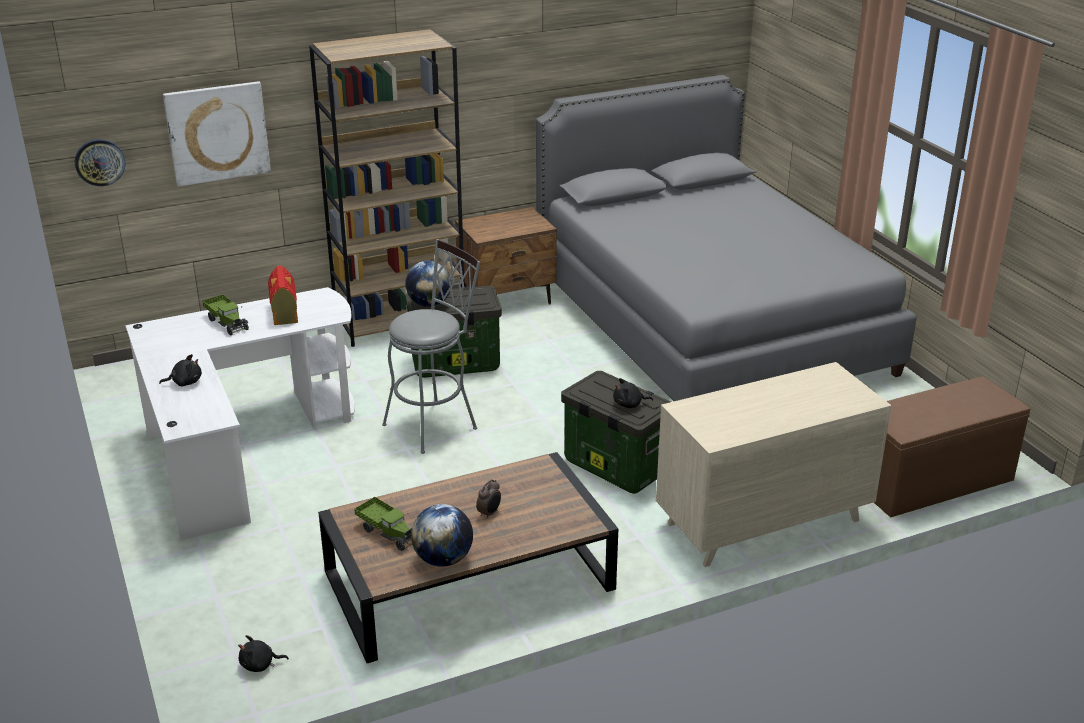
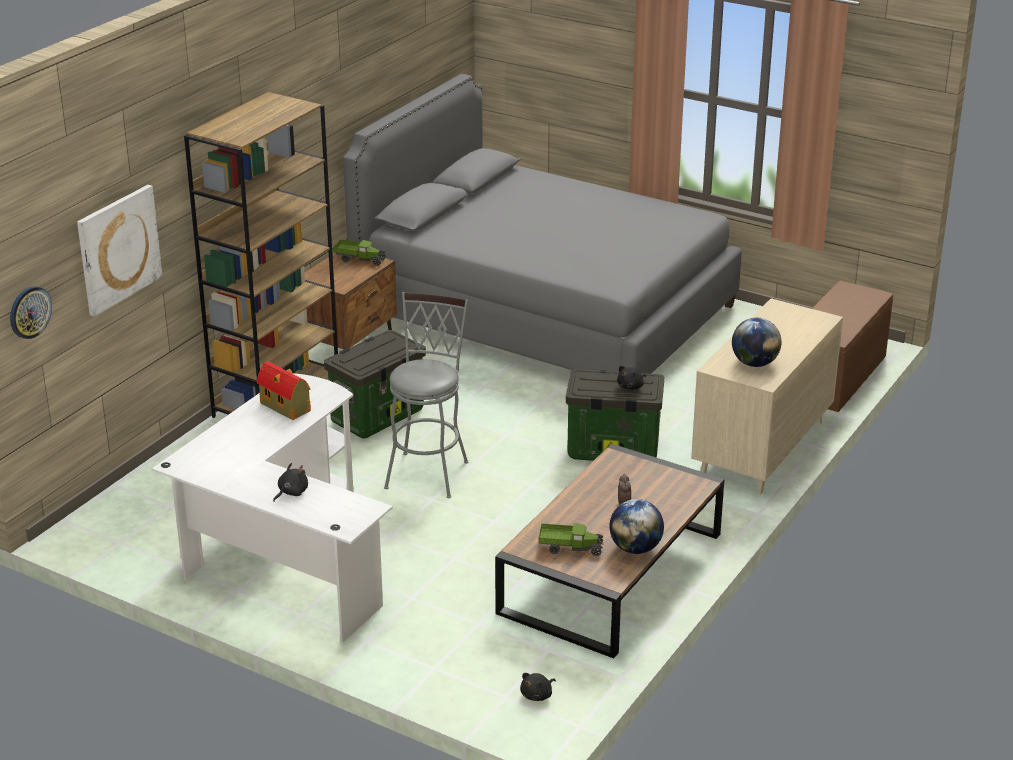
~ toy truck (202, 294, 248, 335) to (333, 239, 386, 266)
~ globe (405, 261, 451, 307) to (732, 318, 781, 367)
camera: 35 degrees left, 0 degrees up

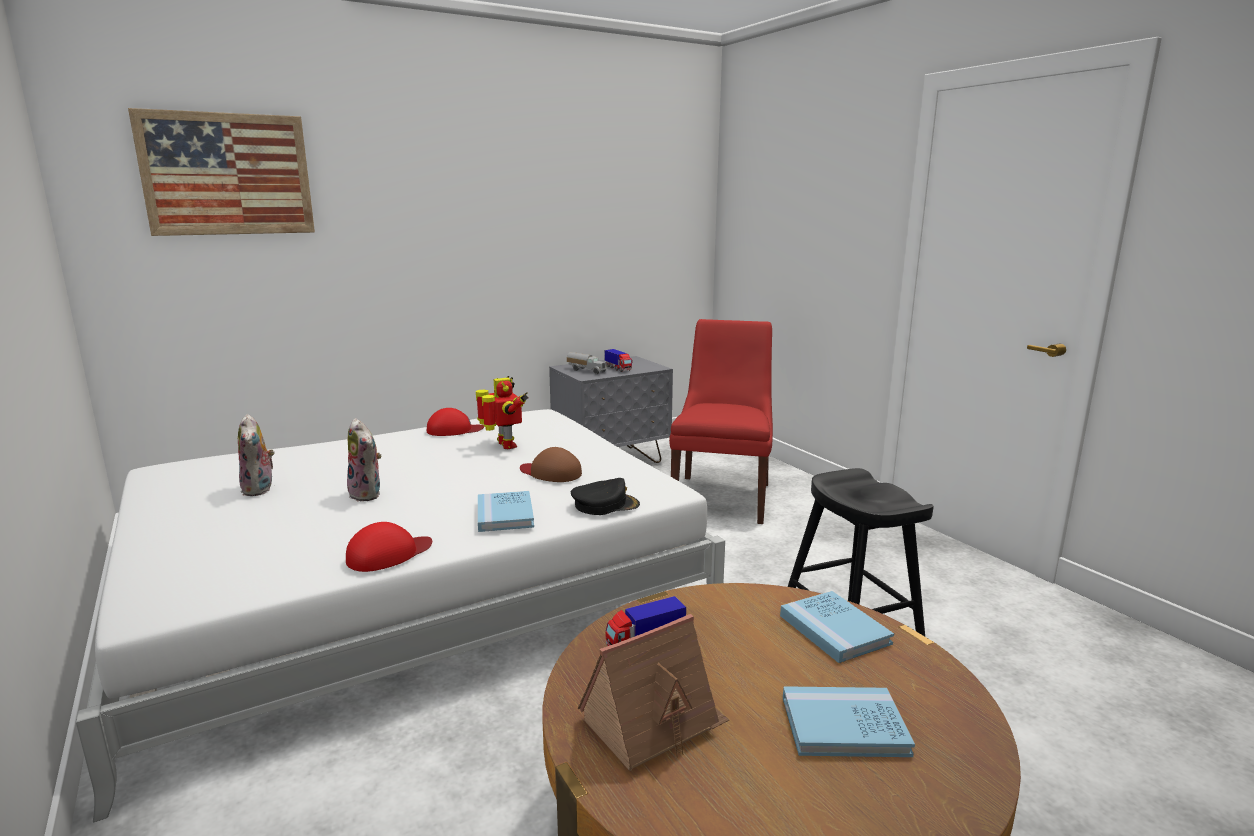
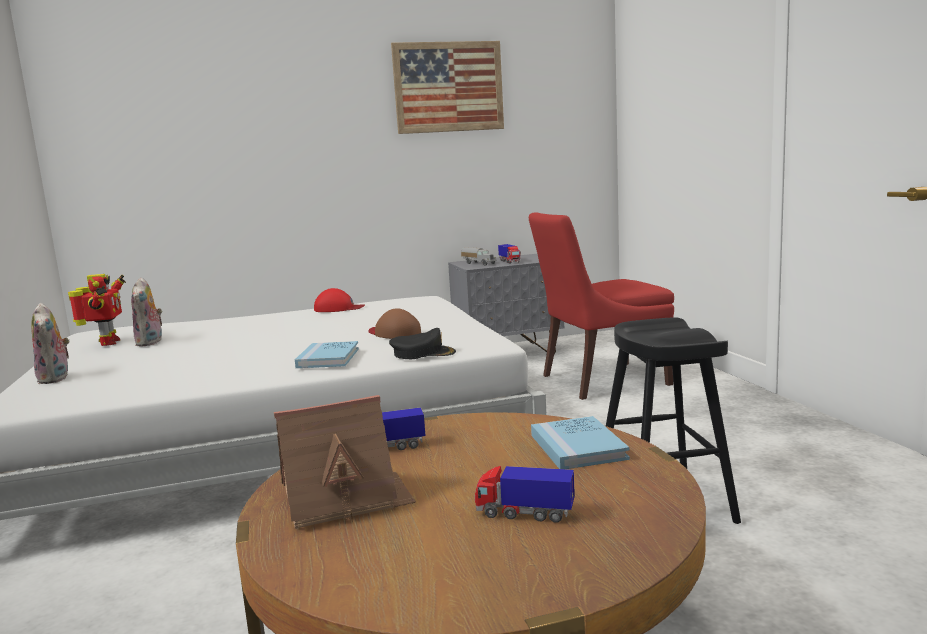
- cap in red (346, 522, 432, 572)
~ picture (128, 108, 315, 236) to (391, 41, 504, 134)
~ plush toy (346, 418, 381, 502) to (31, 303, 70, 384)
~ toy robot (476, 376, 528, 449) to (68, 274, 126, 346)
~ book in blue (783, 686, 915, 757) to toy truck (475, 466, 575, 523)
~ chair in red (669, 319, 773, 524) = (529, 212, 674, 400) 135 degrees counterclockwise
camera: 15 degrees right, 5 degrees down

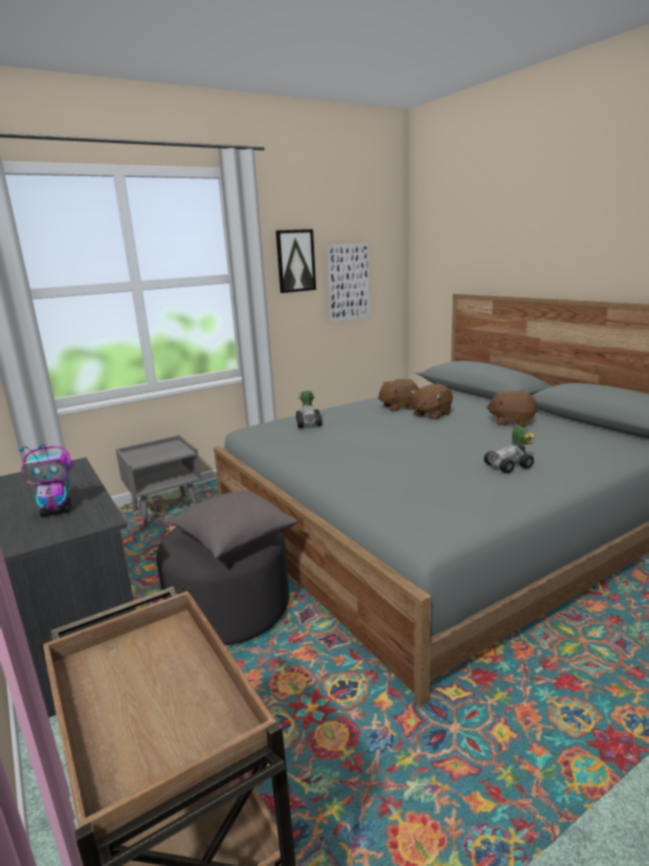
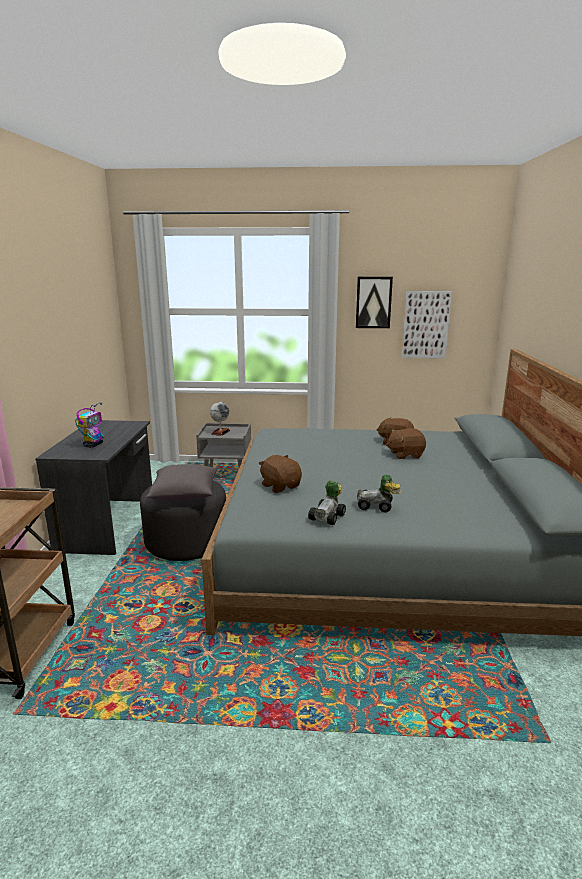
+ globe (210, 401, 230, 436)
~ toy car (296, 391, 322, 428) to (308, 481, 346, 525)
~ plush toy in brown (486, 391, 538, 427) to (259, 455, 302, 493)
~ toy robot (19, 445, 73, 517) = (75, 403, 104, 448) 90 degrees counterclockwise
camera: 35 degrees right, 0 degrees up

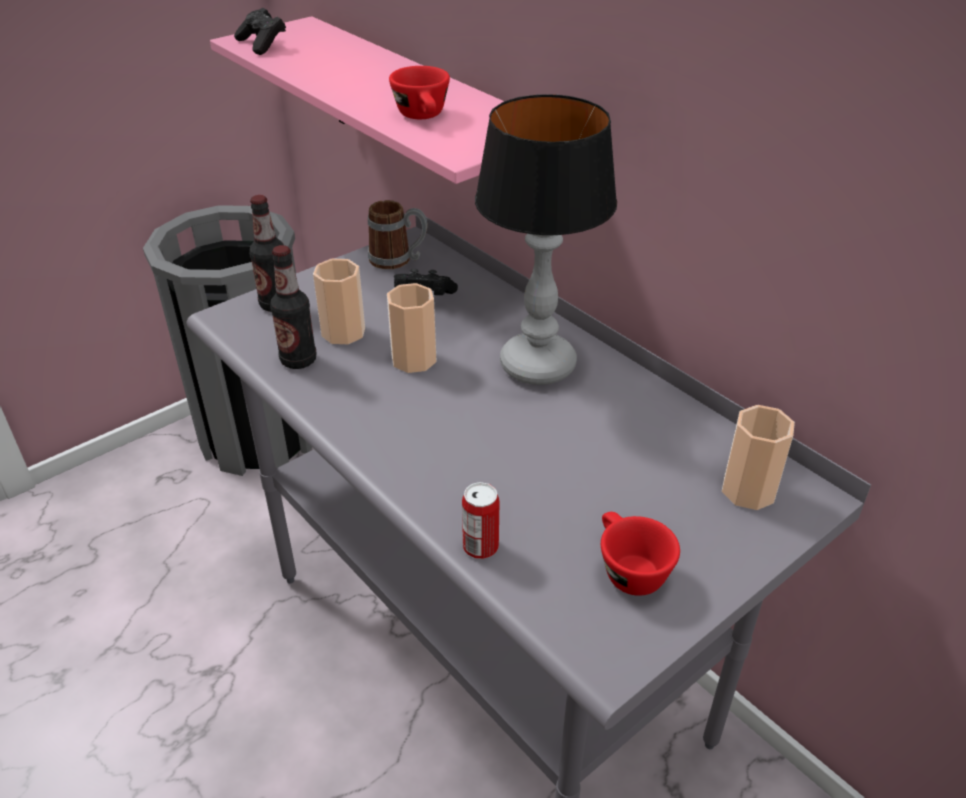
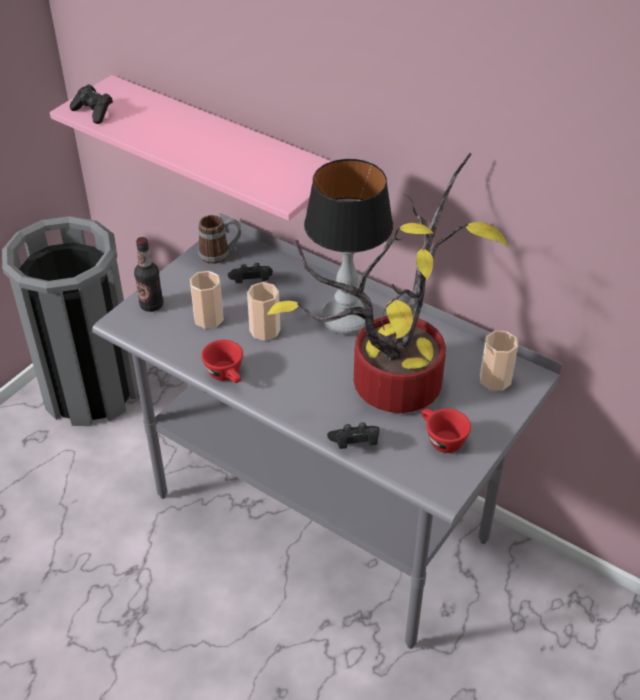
- bottle (270, 245, 316, 369)
+ potted plant (267, 153, 508, 413)
~ cup in red (389, 66, 450, 119) to (201, 340, 243, 383)
~ can (462, 482, 500, 559) to game controller in black (327, 422, 379, 449)
camera: 15 degrees left, 5 degrees up

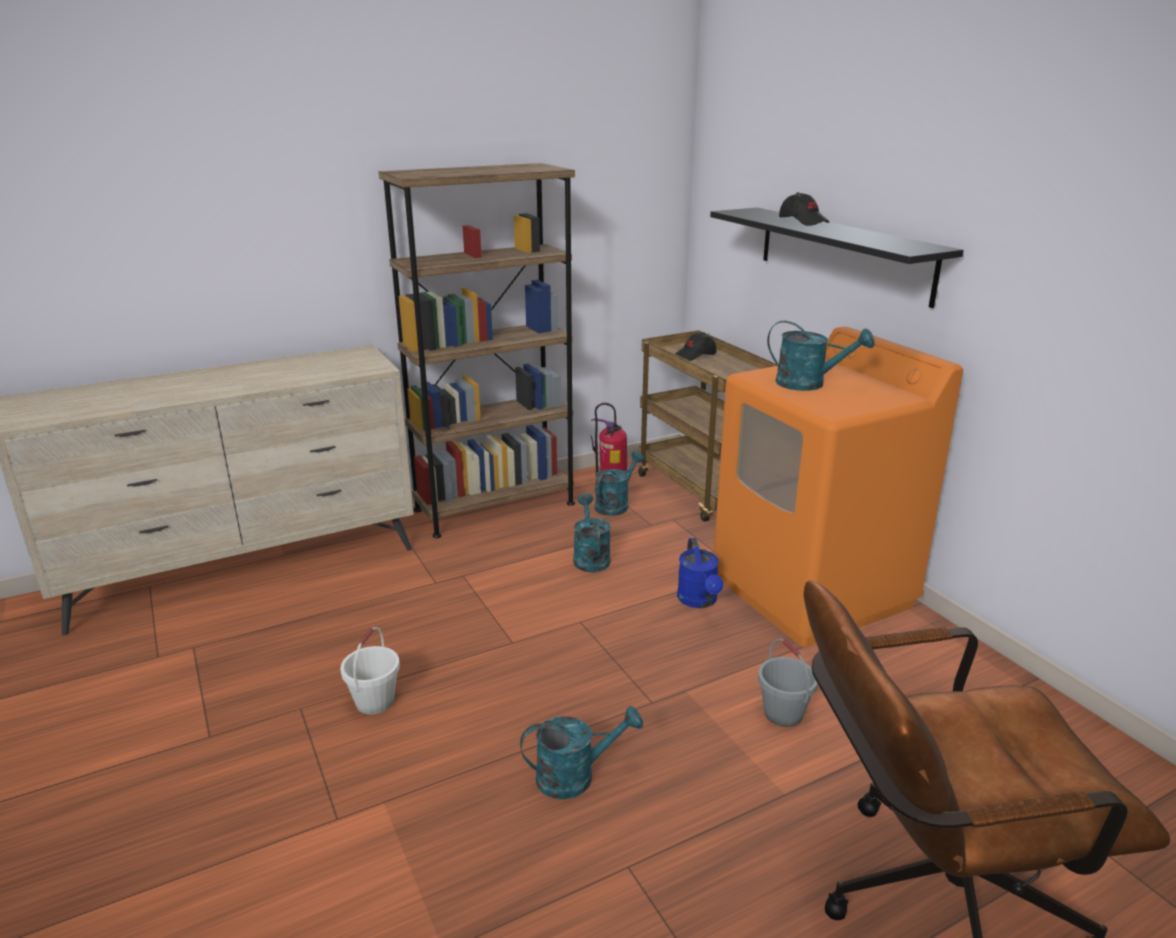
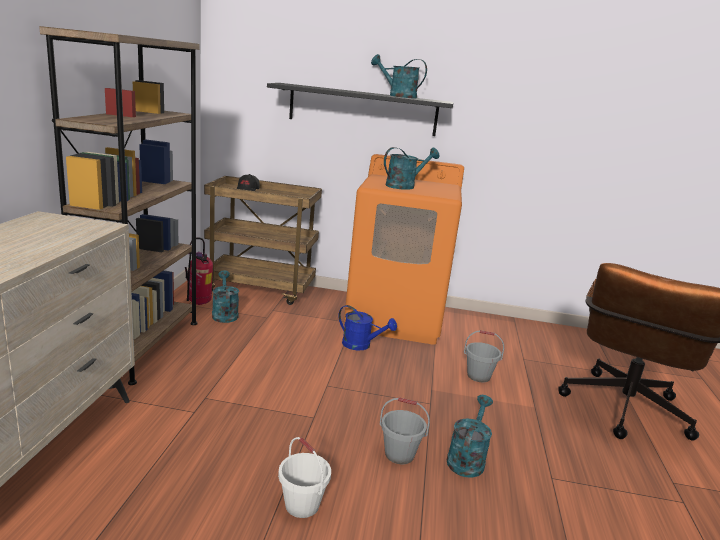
- cap in black (779, 192, 829, 226)
+ bucket in grey (380, 397, 430, 464)
~ watering can in turquoise (573, 494, 611, 572) to (371, 54, 427, 99)
camera: 55 degrees left, 5 degrees down

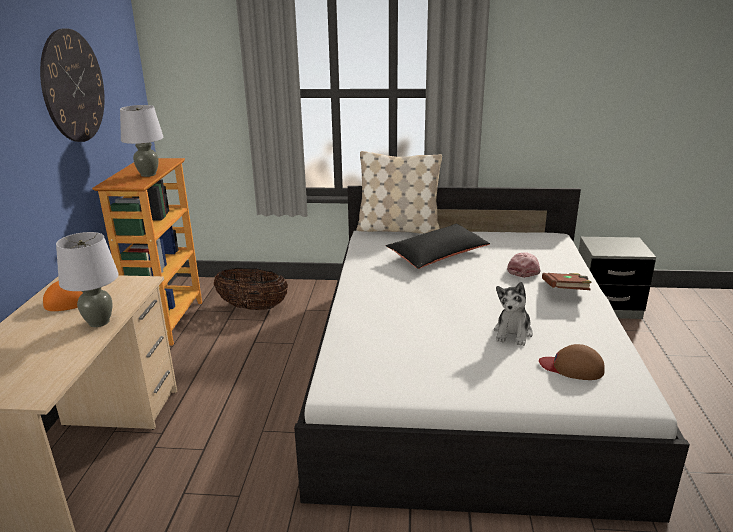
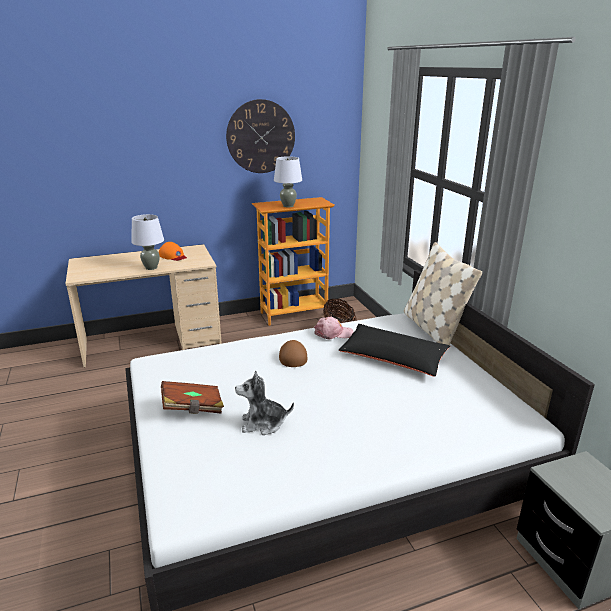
~ cap in pink (507, 252, 541, 278) to (314, 317, 354, 340)
~ cap in brown (539, 344, 605, 380) to (279, 340, 308, 367)
~ book in brown (542, 273, 592, 290) to (161, 381, 224, 414)
camera: 65 degrees right, 0 degrees up

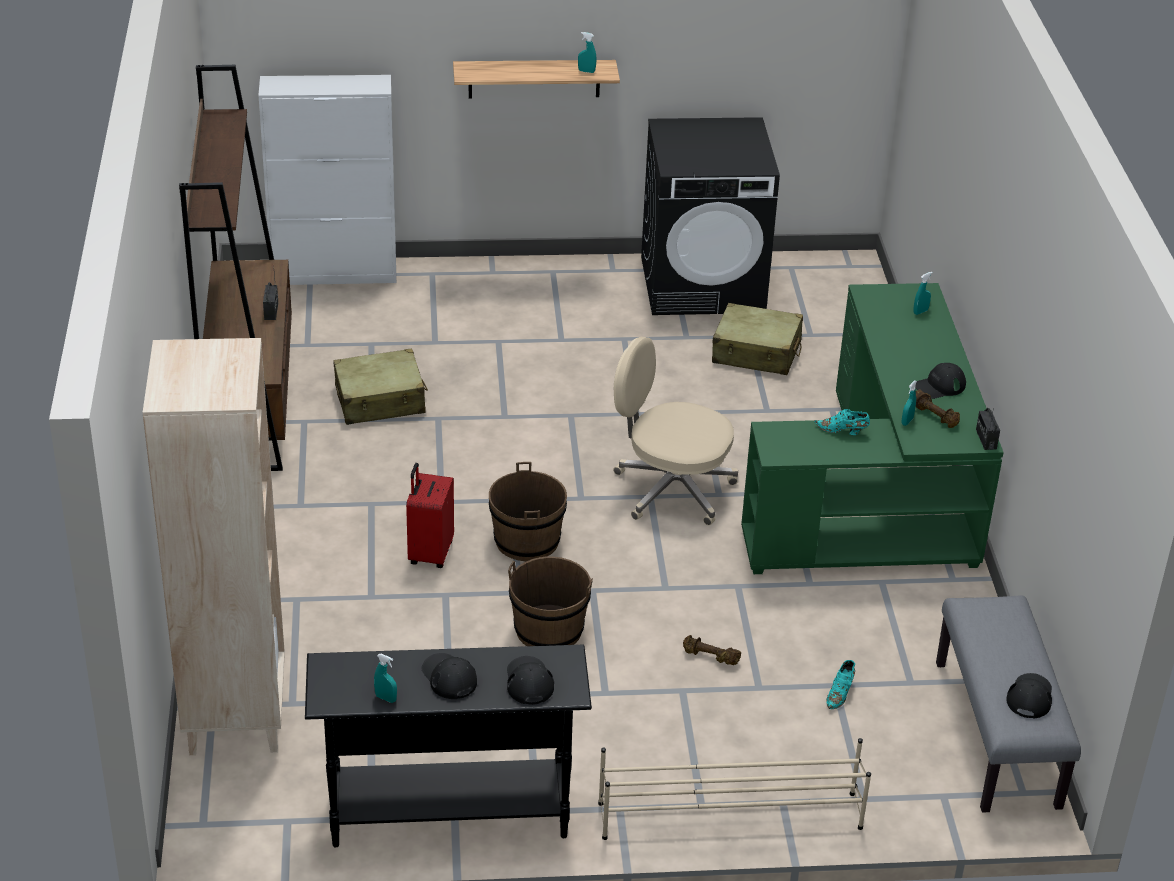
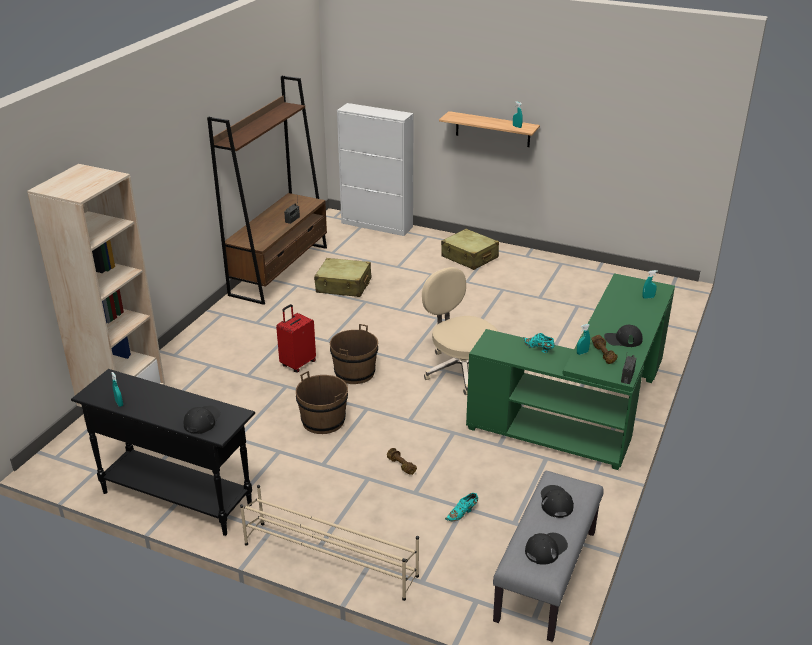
- washing machine in black (641, 117, 780, 315)
~ cap in black (422, 653, 477, 699) to (541, 485, 574, 518)
~ suitcase in beige (712, 303, 803, 375) to (441, 229, 499, 270)
camera: 30 degrees right, 5 degrees down

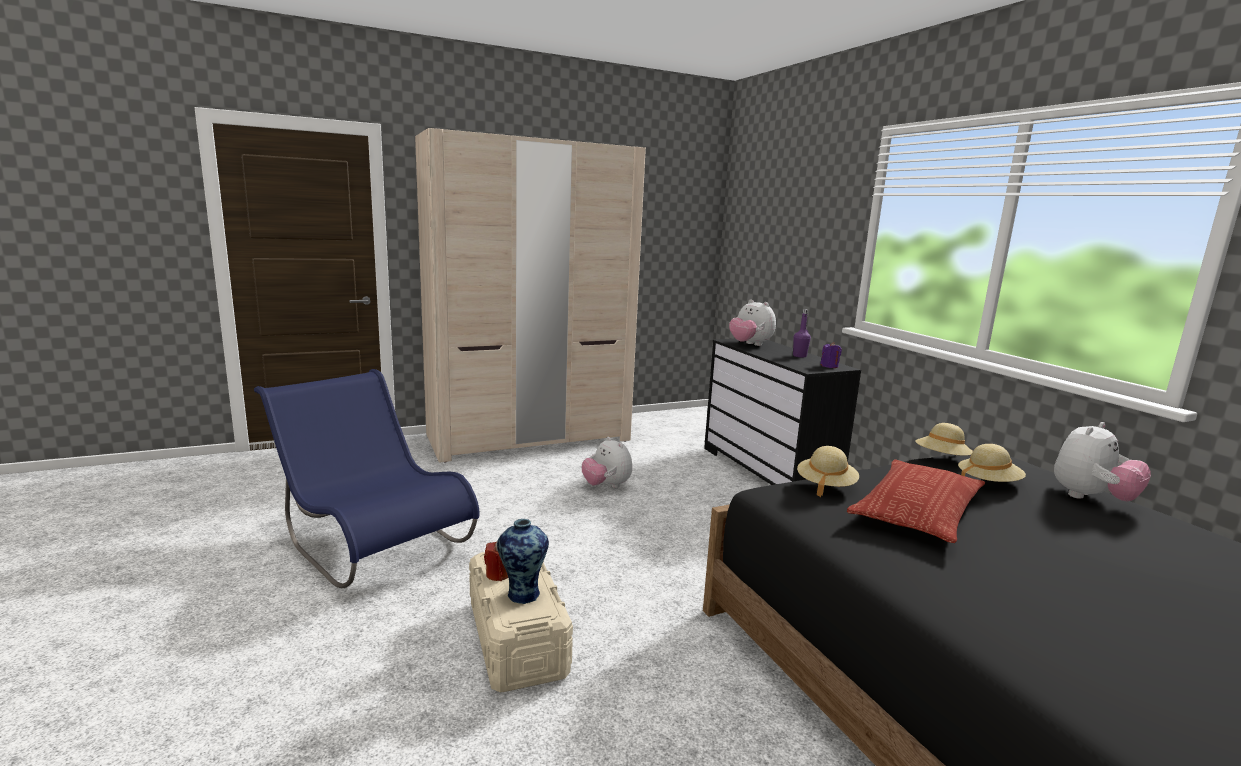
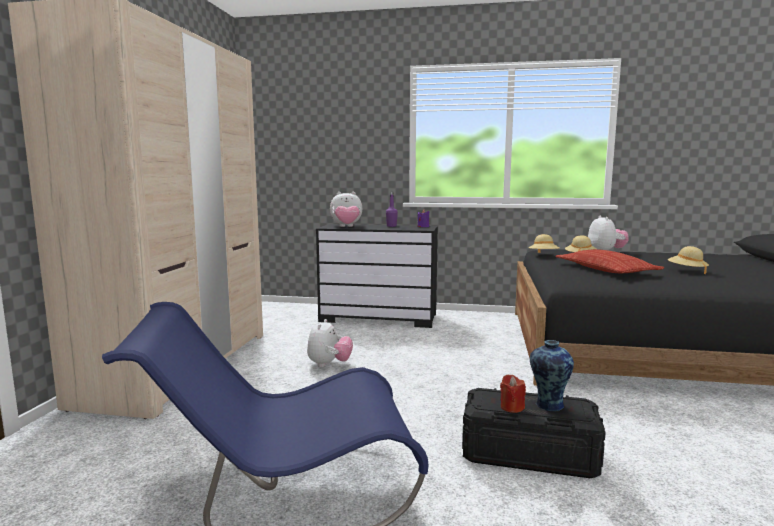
~ hat in beige (797, 446, 859, 497) to (668, 246, 709, 274)
~ storage box in beige (469, 552, 573, 692) to storage box in black (462, 388, 606, 478)
~ plush toy (582, 437, 632, 488) = (307, 319, 353, 367) 75 degrees counterclockwise
camera: 55 degrees left, 5 degrees down

